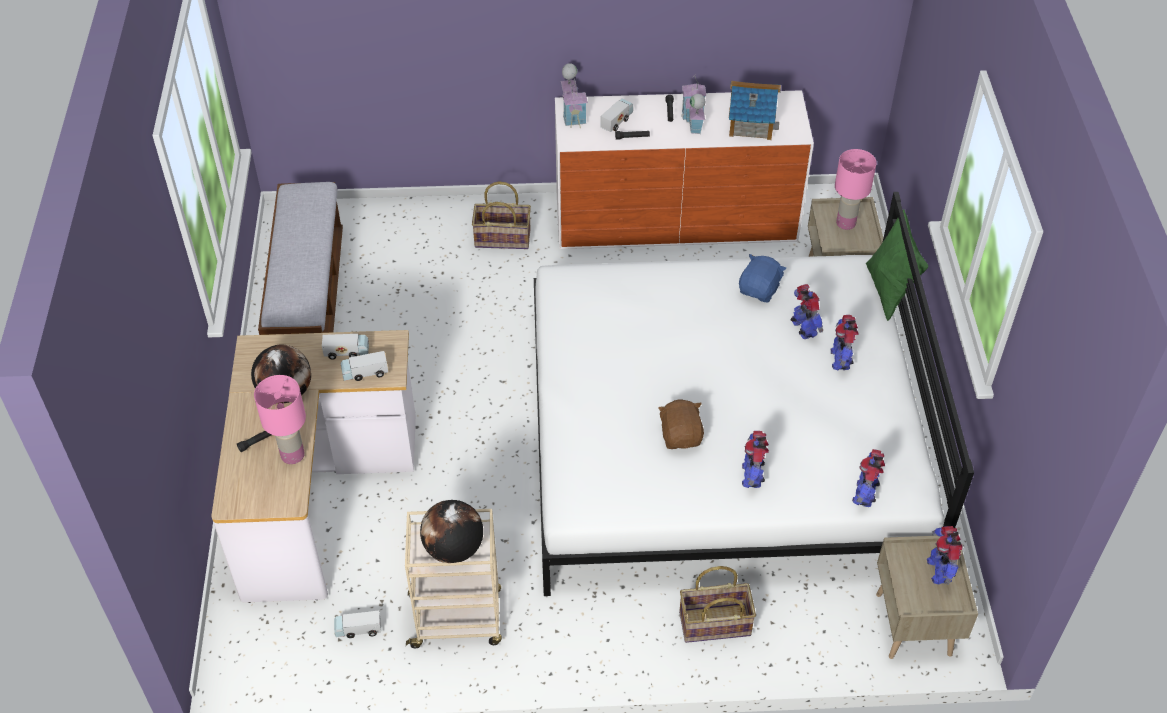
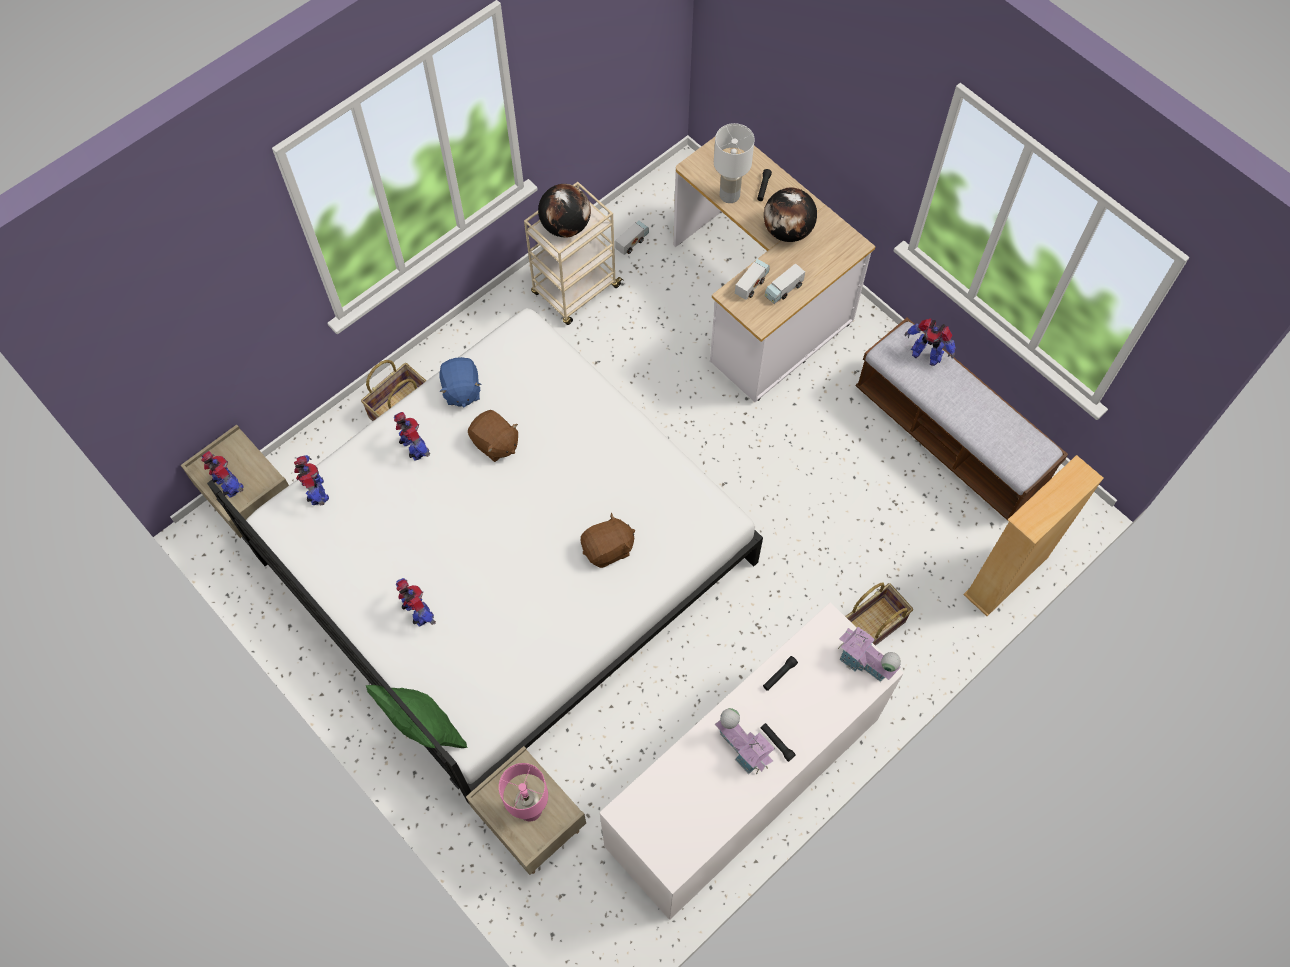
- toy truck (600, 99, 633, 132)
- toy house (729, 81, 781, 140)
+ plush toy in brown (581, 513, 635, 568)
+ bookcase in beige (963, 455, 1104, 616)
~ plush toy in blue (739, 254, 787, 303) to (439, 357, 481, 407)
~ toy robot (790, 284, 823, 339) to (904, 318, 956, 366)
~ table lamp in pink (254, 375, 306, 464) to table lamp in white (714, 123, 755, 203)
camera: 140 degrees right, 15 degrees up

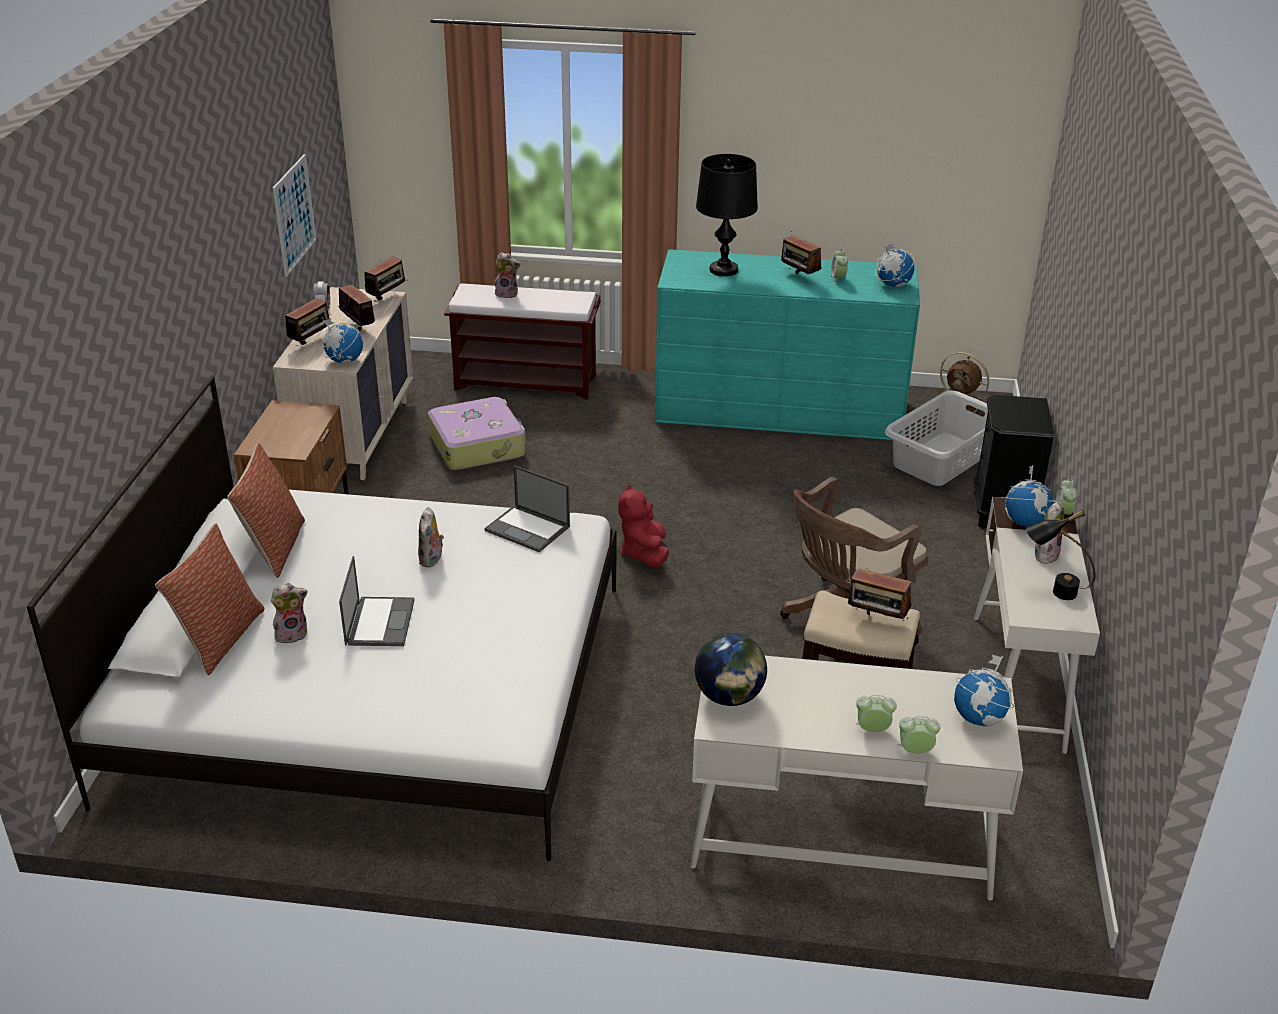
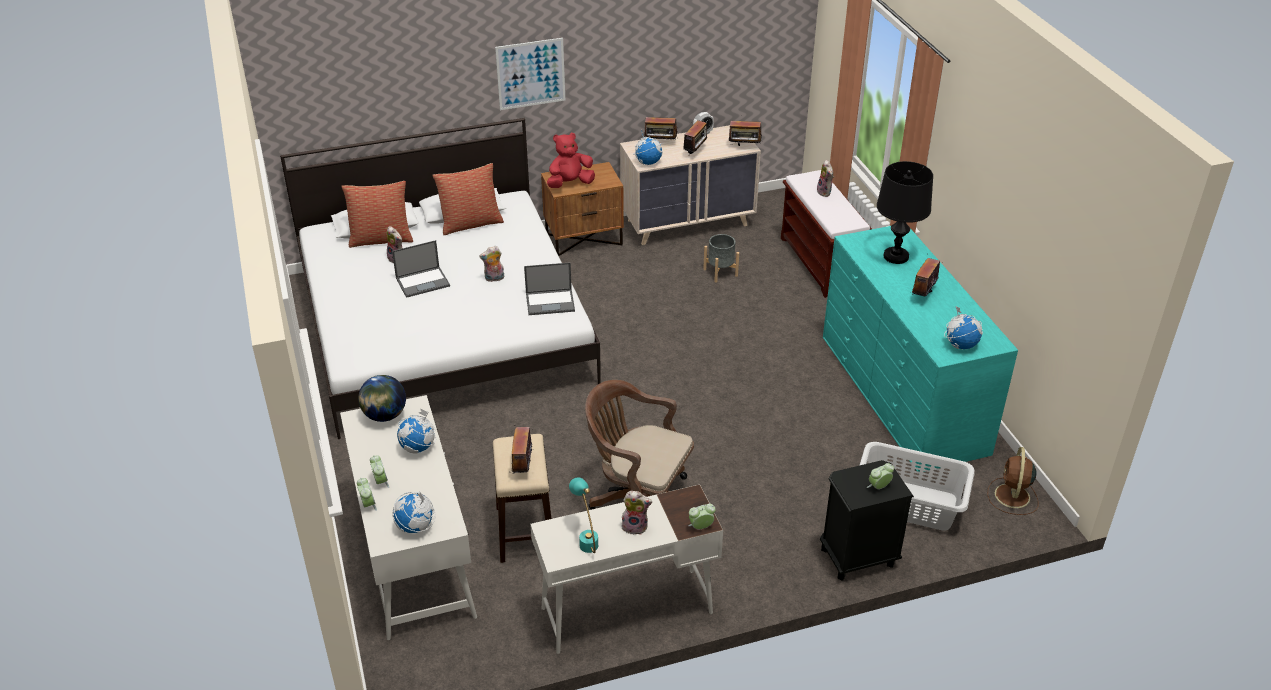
~ picture (273, 154, 316, 277) to (495, 38, 565, 110)
~ plush toy in red (618, 484, 669, 568) to (547, 133, 595, 188)
~ alarm clock (830, 249, 848, 284) to (867, 463, 894, 489)
~ globe (1003, 465, 1056, 527) to (397, 409, 436, 454)
~ suitcase (428, 397, 526, 470) to planter in grey (703, 234, 739, 283)
~ table lamp in black (1026, 510, 1095, 600) to table lamp in turquoise (569, 477, 598, 553)
~ laptop (485, 466, 570, 552) = (524, 262, 575, 315) 105 degrees counterclockwise
camera: 65 degrees right, 5 degrees up

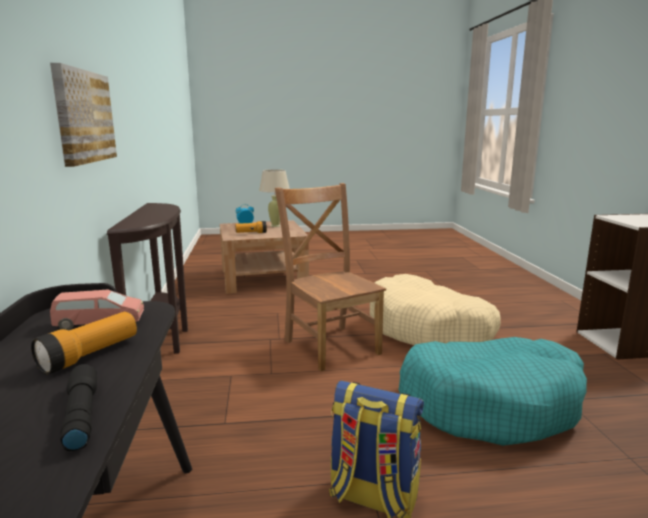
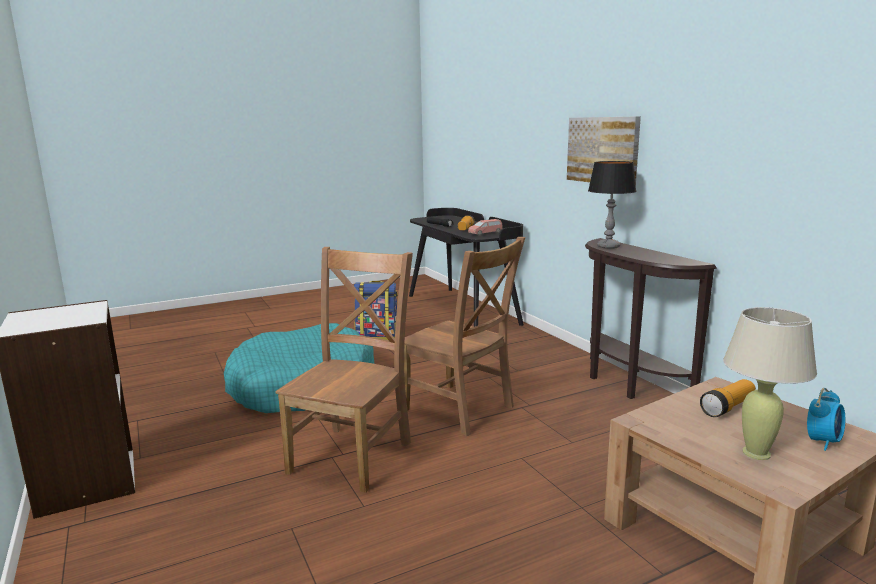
+ table lamp (588, 161, 636, 249)
~ dog bed in beige (370, 274, 501, 345) to chair in brown (275, 247, 413, 493)
camera: 160 degrees right, 0 degrees up

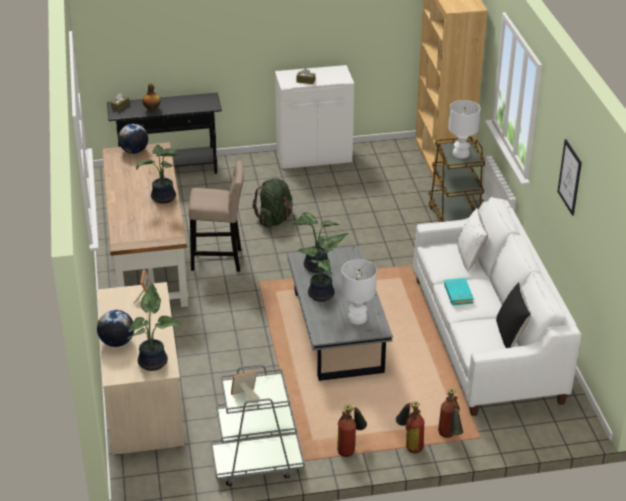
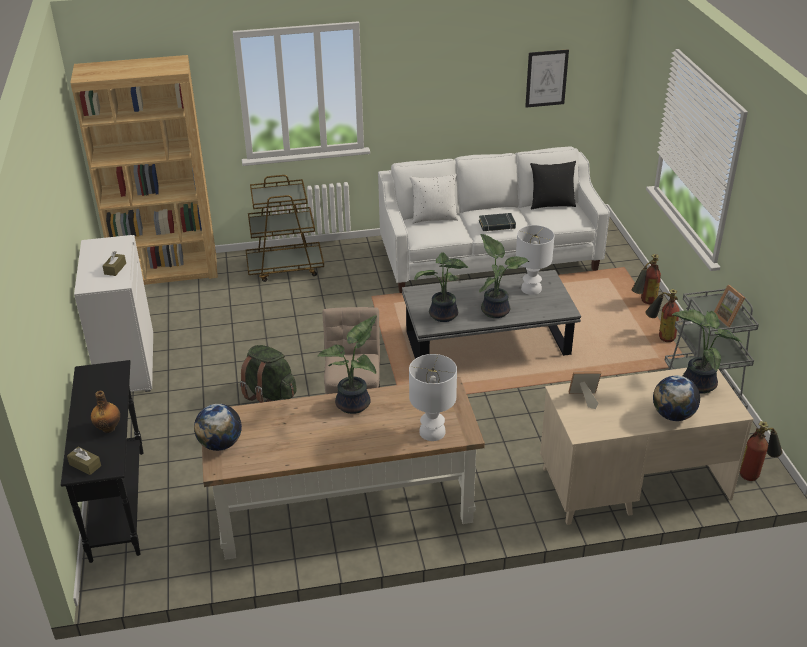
~ fire extinguisher (438, 388, 463, 438) to (740, 421, 783, 481)
~ table lamp in white (448, 100, 481, 158) to (409, 354, 457, 441)
~ picture (557, 139, 582, 216) to (525, 49, 569, 108)
~ book in turquoise (444, 278, 474, 305) to book in black (479, 213, 516, 232)
camera: 90 degrees left, 0 degrees up

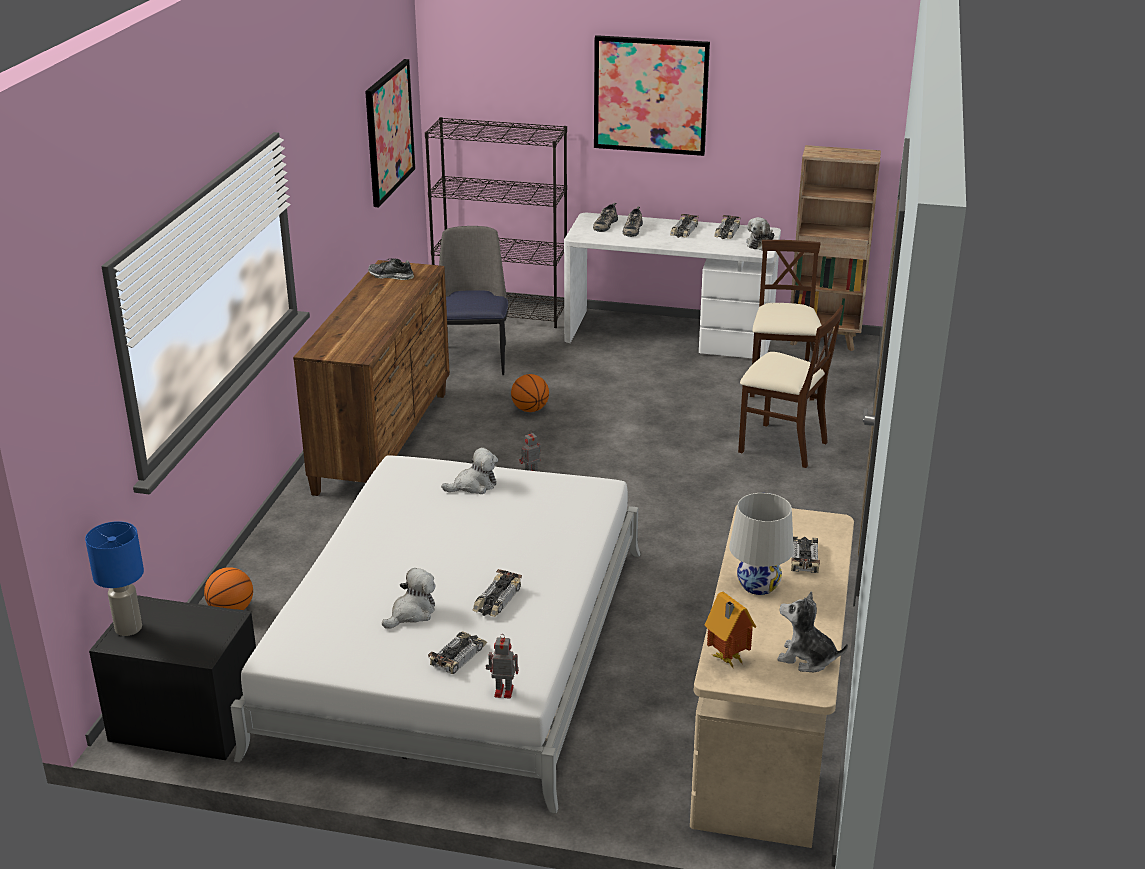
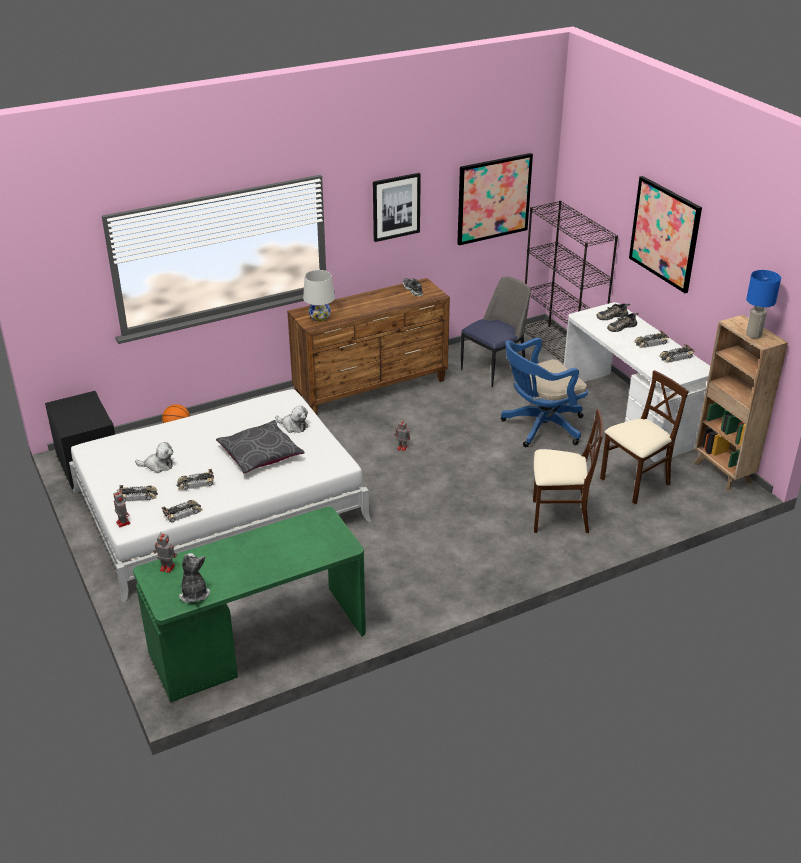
- basketball (511, 374, 549, 412)
- plush toy (746, 217, 774, 251)
+ pillow in grey (216, 420, 305, 473)
+ picture (373, 173, 421, 242)
+ office chair in blue (501, 337, 588, 447)
~ table lamp in blue (85, 521, 144, 636) to (746, 270, 781, 339)
~ table lamp in white (729, 493, 794, 595) to (303, 270, 335, 322)
~ toy car (791, 536, 820, 573) to (161, 500, 203, 523)
~ toy house (705, 592, 756, 669) to toy robot (153, 532, 177, 573)
~ desk in beige (690, 506, 854, 848) to desk in green (133, 507, 366, 702)
~ chair in beige (738, 305, 843, 468) = (533, 409, 603, 533) 75 degrees counterclockwise
camera: 50 degrees right, 5 degrees up

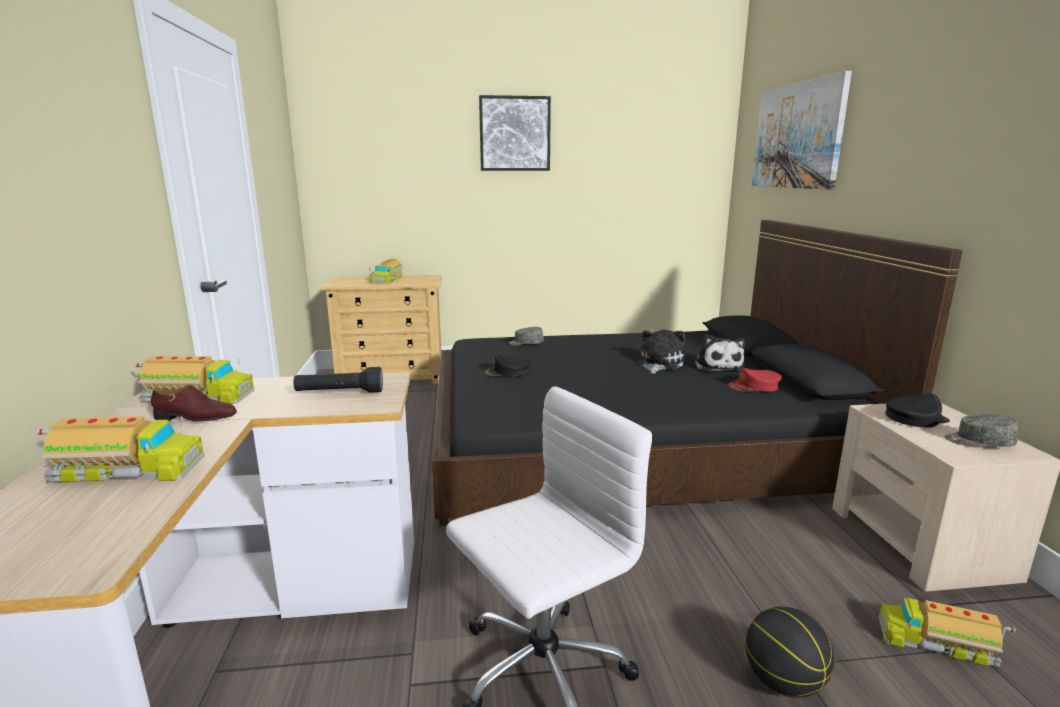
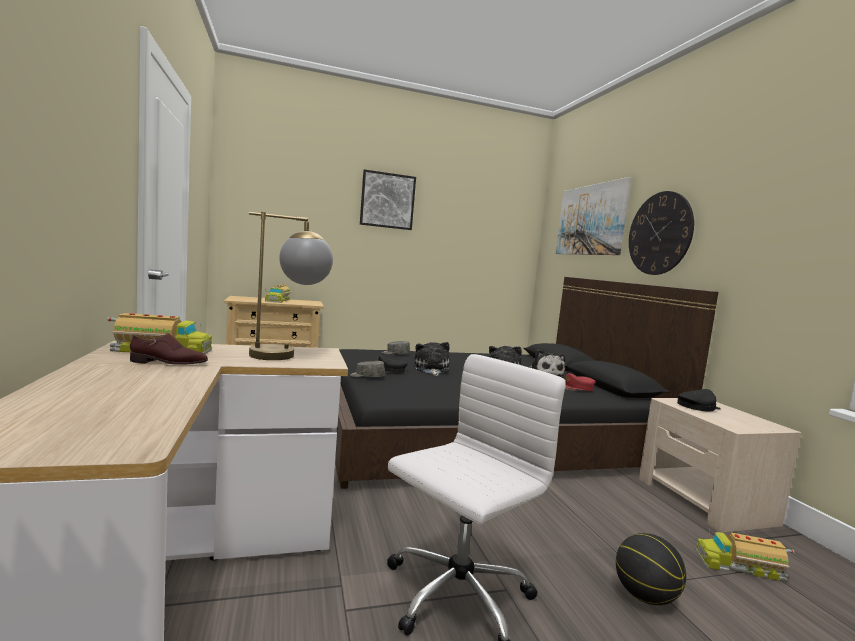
- toy truck (37, 416, 205, 482)
+ plush toy (414, 342, 450, 376)
+ wall clock (629, 191, 694, 275)
~ cap in grey (945, 414, 1018, 447) to (350, 361, 385, 377)
~ flashlight in black (293, 367, 383, 392) to table lamp (249, 212, 333, 360)
camera: 10 degrees left, 10 degrees down

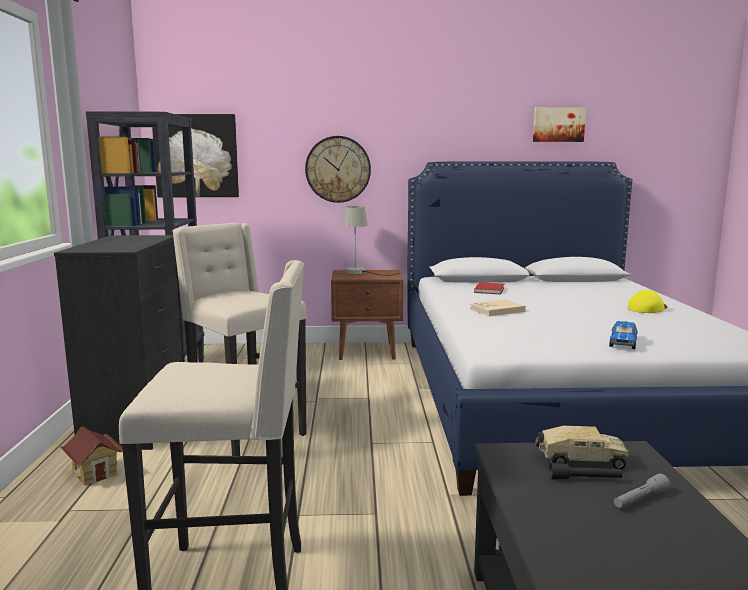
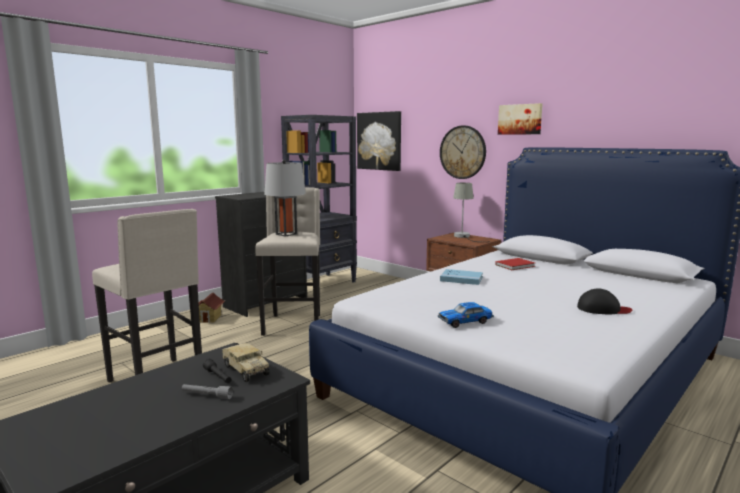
+ table lamp in grey (264, 159, 306, 237)
~ picture (533, 107, 586, 142) to (498, 103, 542, 135)
~ book in beige (470, 299, 526, 316) to book in blue (440, 269, 483, 285)
~ cap in yellow (628, 290, 667, 313) to cap in black (577, 289, 633, 314)
camera: 45 degrees right, 0 degrees up

